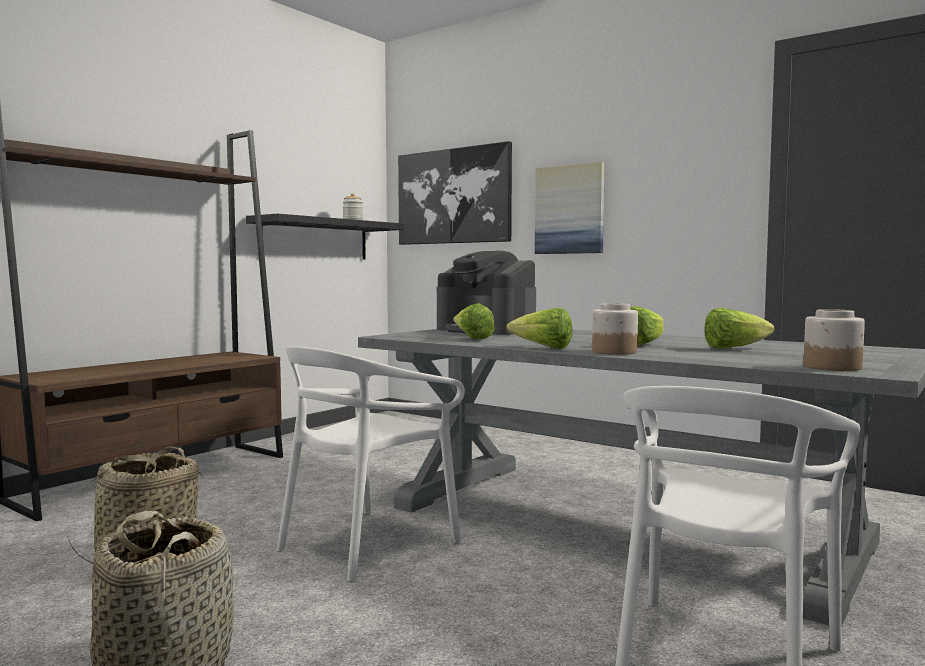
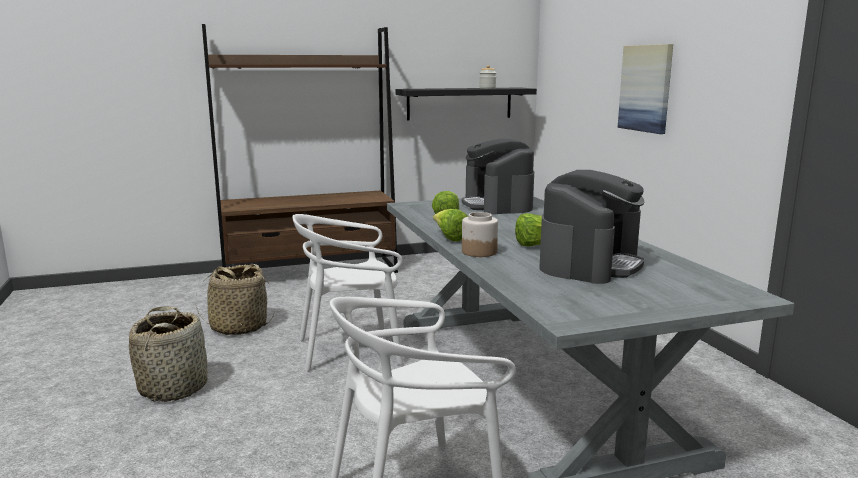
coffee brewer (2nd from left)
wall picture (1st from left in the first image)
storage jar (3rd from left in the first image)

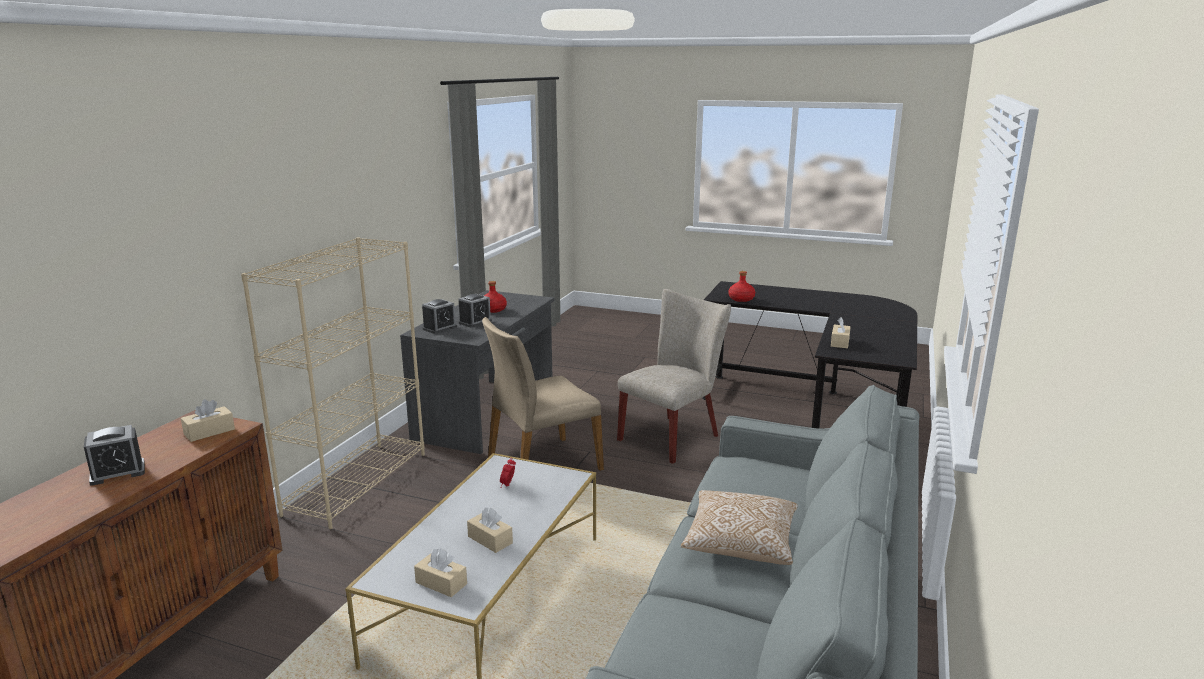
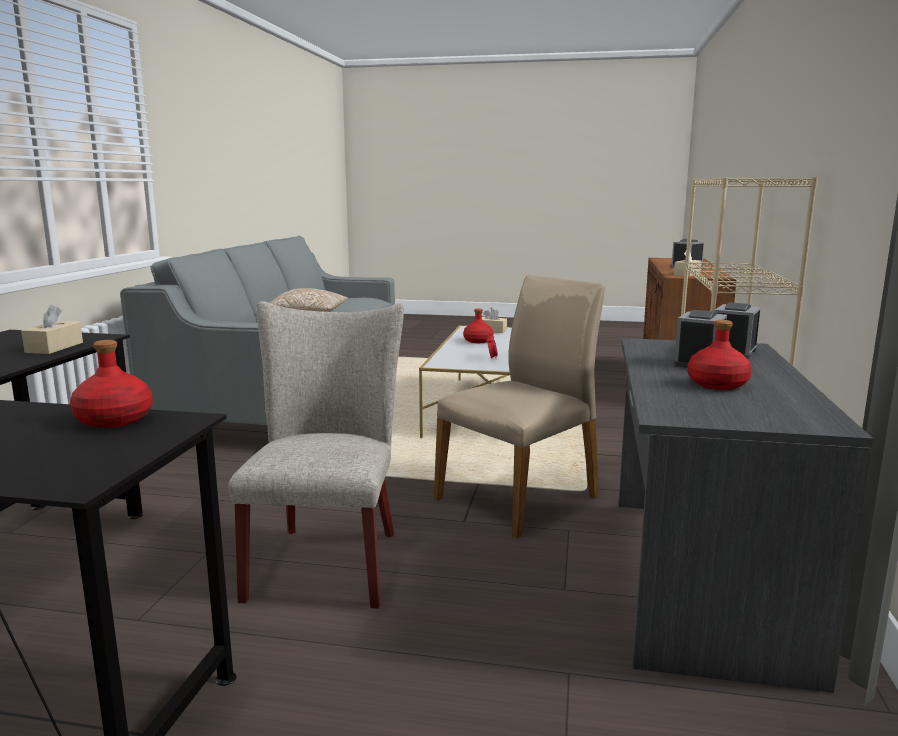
beige-coloured chair (1st from left)
red-coloured beverage bottle (2nd from left)

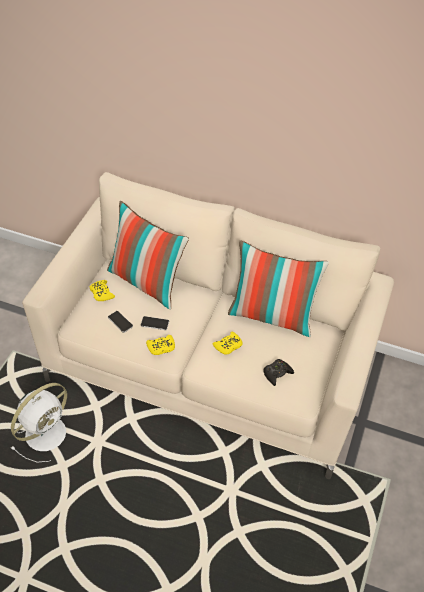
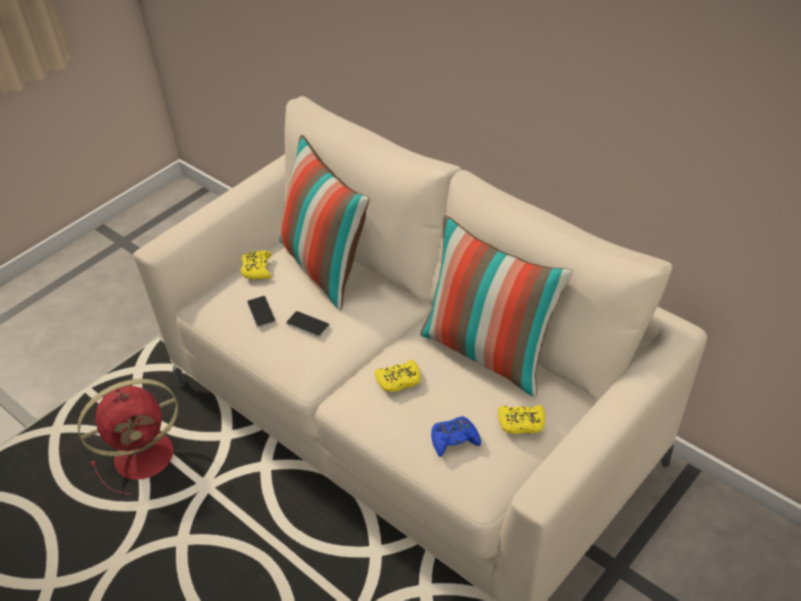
red-coloured cooling fan
blue joypad
yellowish joypad (3rd from left)

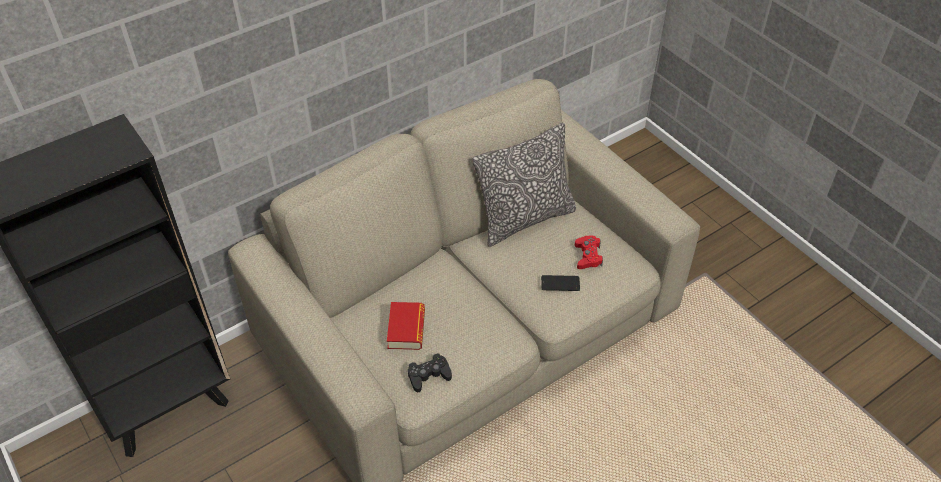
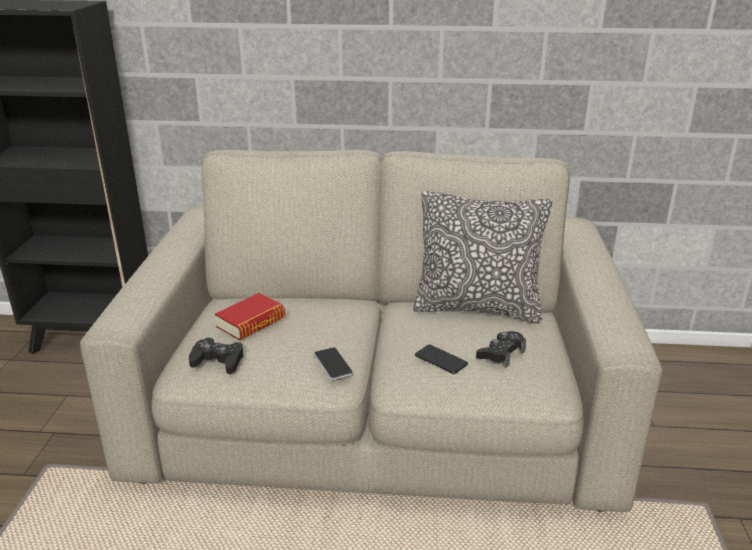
telephone (1st from left)
black-coloured joypad (2nd from left)

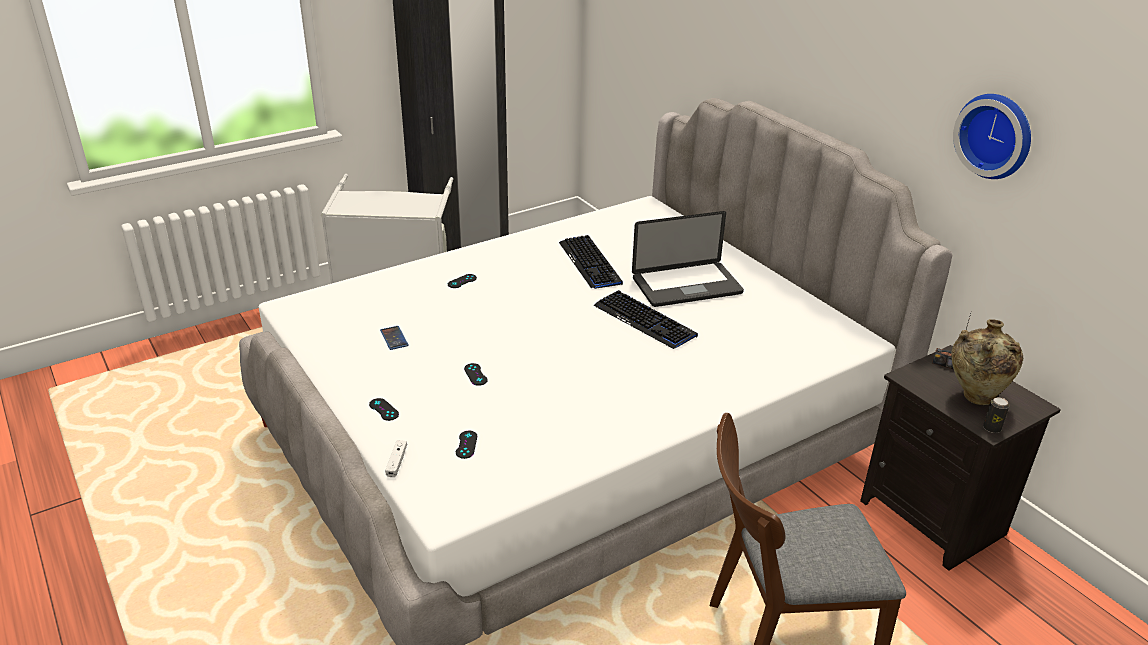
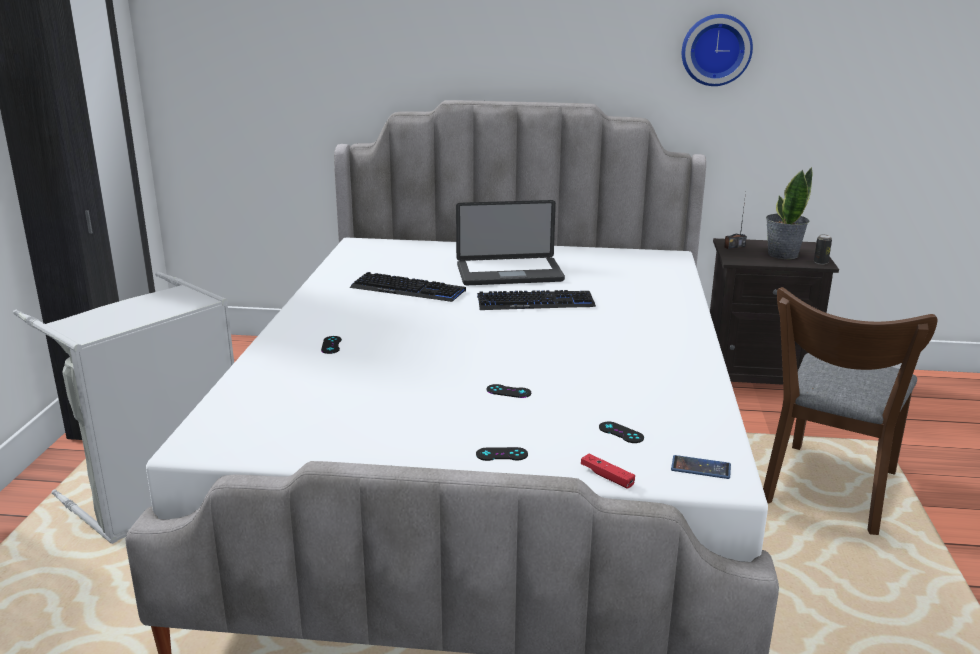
laptop
red-coloured joypad
telephone
plant in a pot

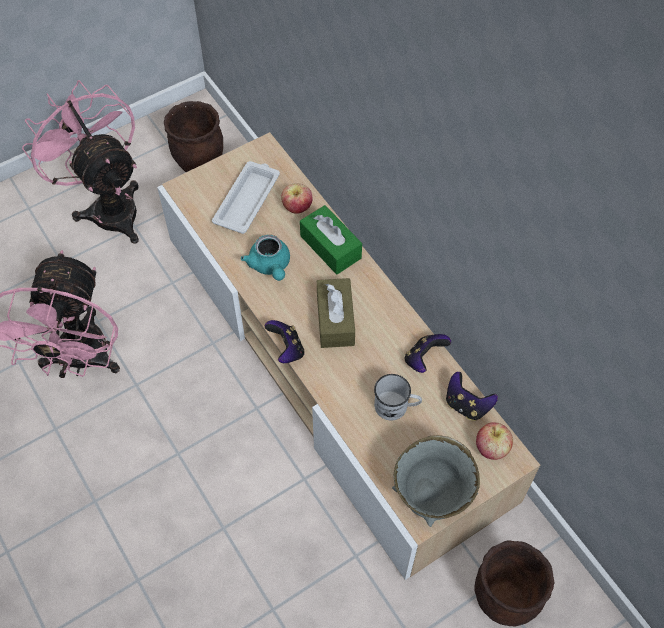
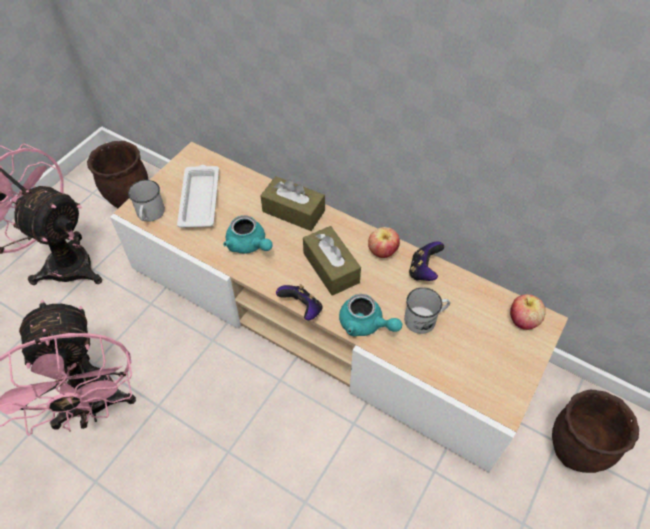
white coffee mug (1st from left)
brown-coloured tissue holder (1st from left)
blue-green teapot (2nd from left)
apple (1st from left)
greyish bowl
joypad (3rd from left in the first image)

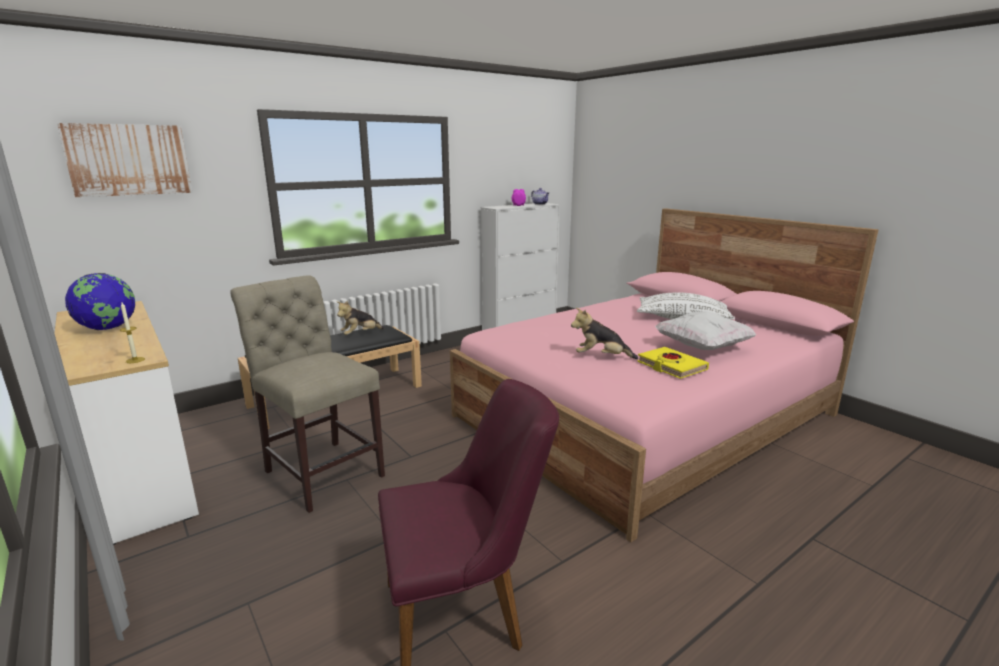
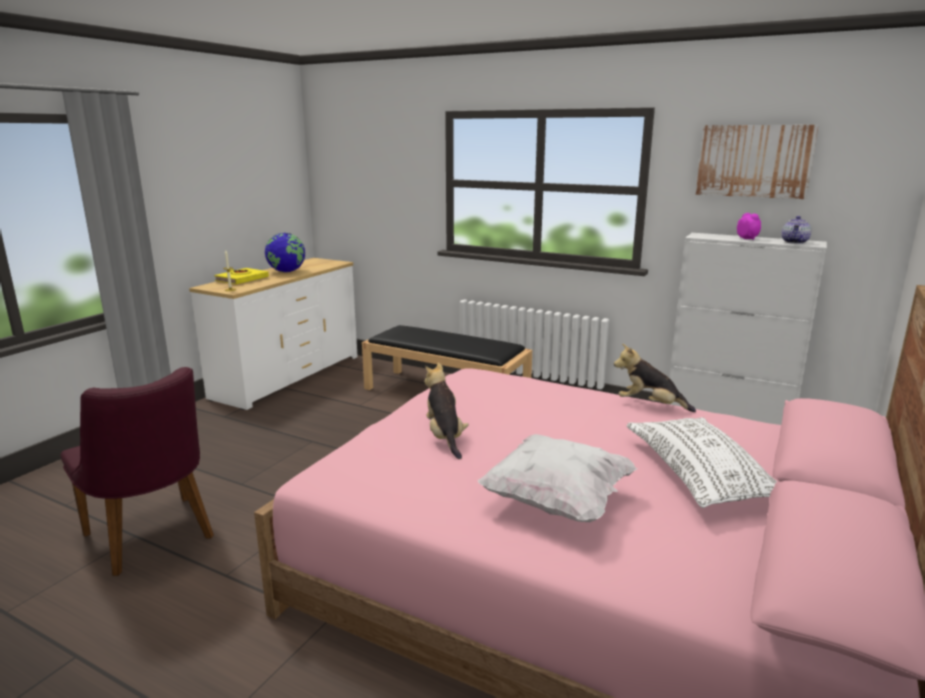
yellowish book
soft toy (2nd from left)
wall picture
beige-coloured chair

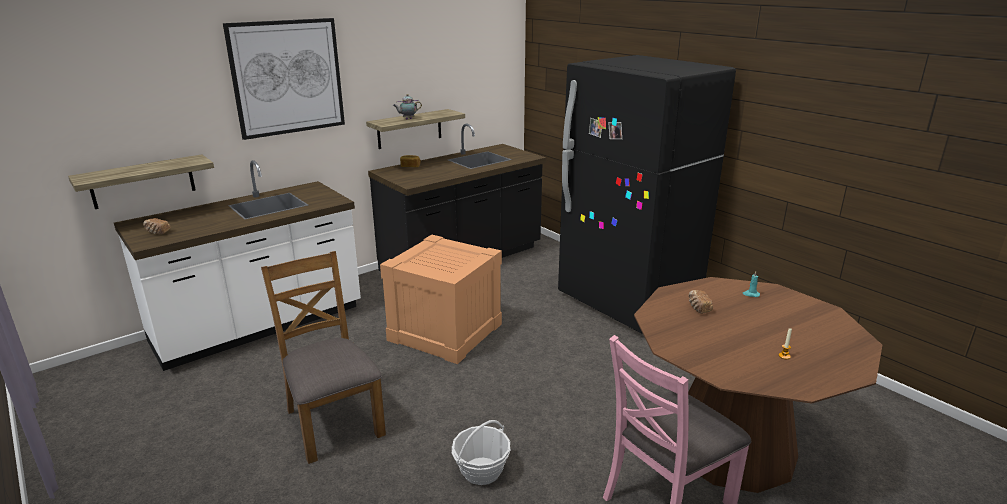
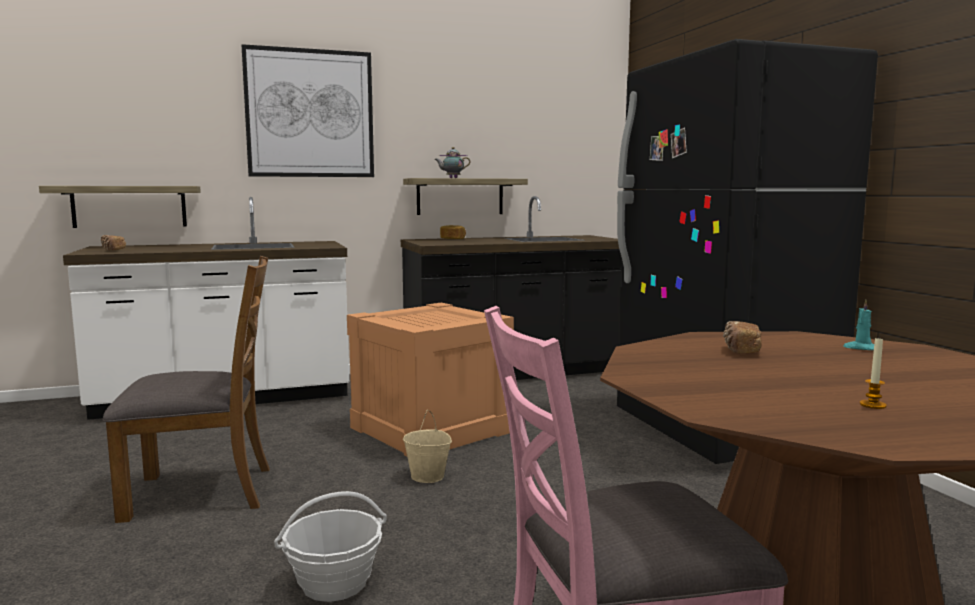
brown-coloured chair
beige-coloured pail

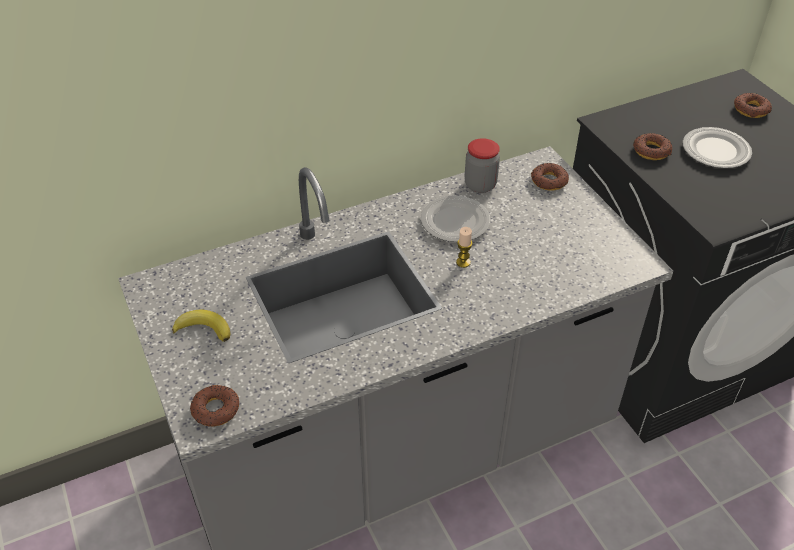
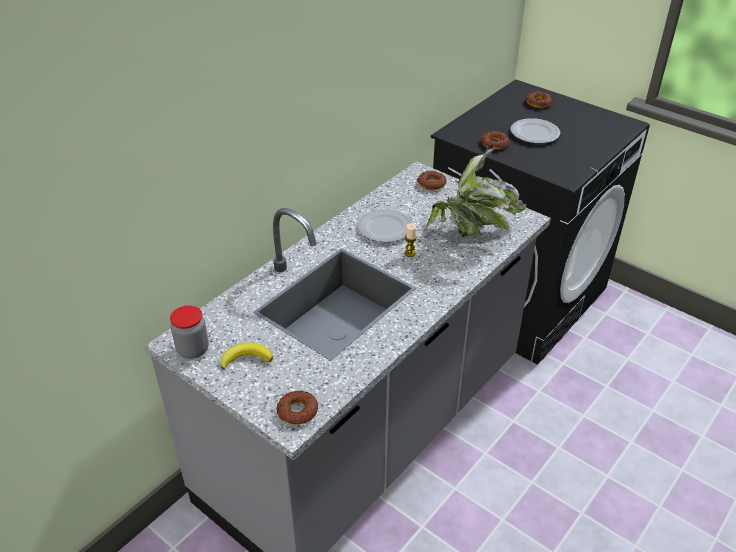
storage jar
plant in a pot

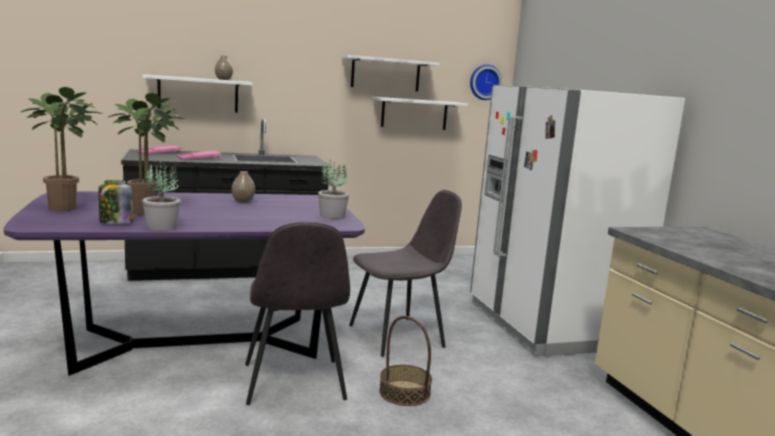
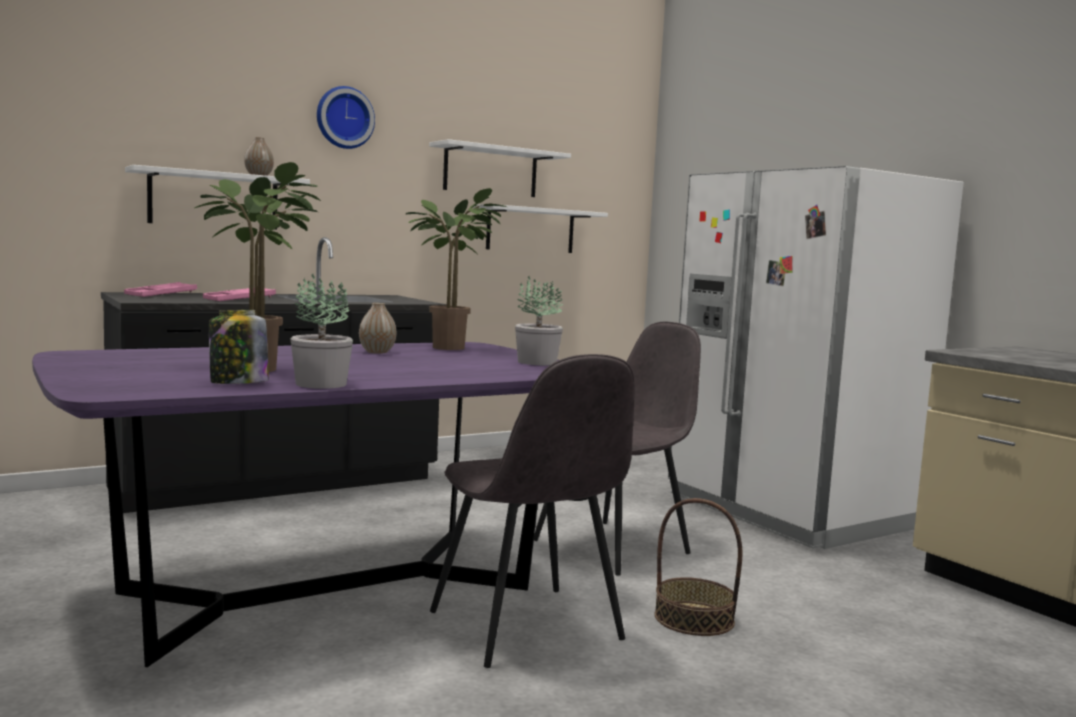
clock on the wall
plant in a pot (3rd from left)

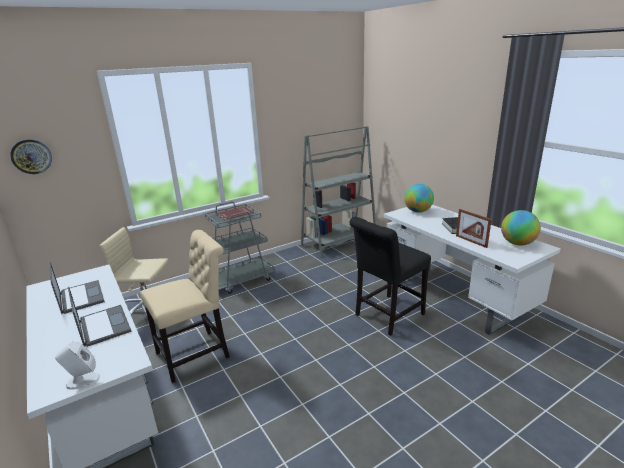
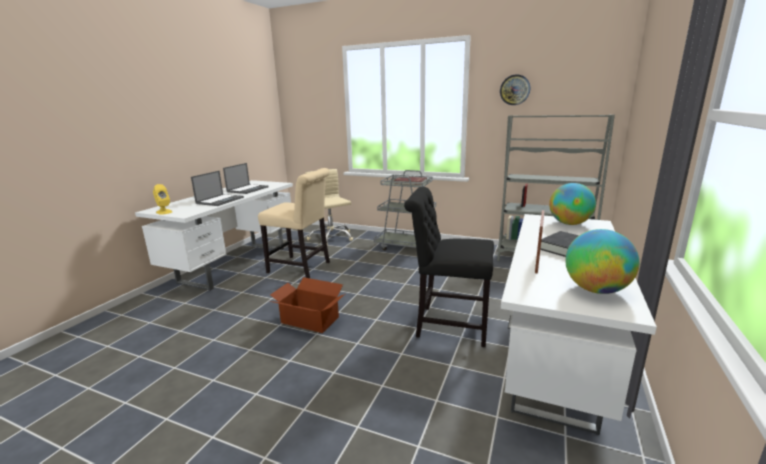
yellowish loudspeaker
cardboard box
clock on the wall

